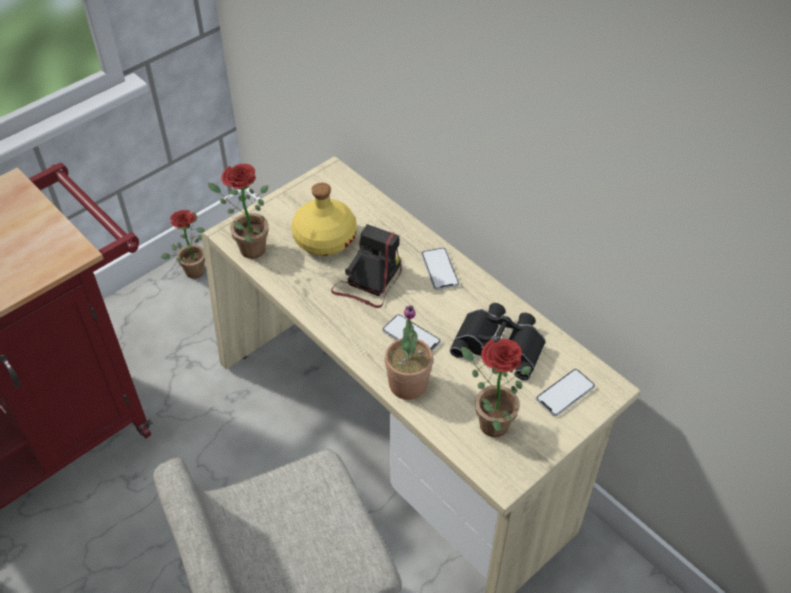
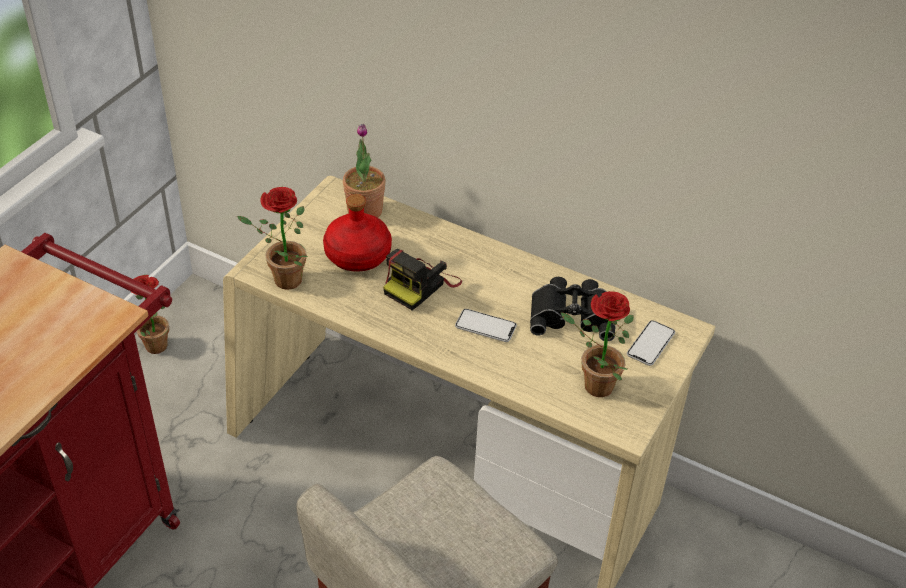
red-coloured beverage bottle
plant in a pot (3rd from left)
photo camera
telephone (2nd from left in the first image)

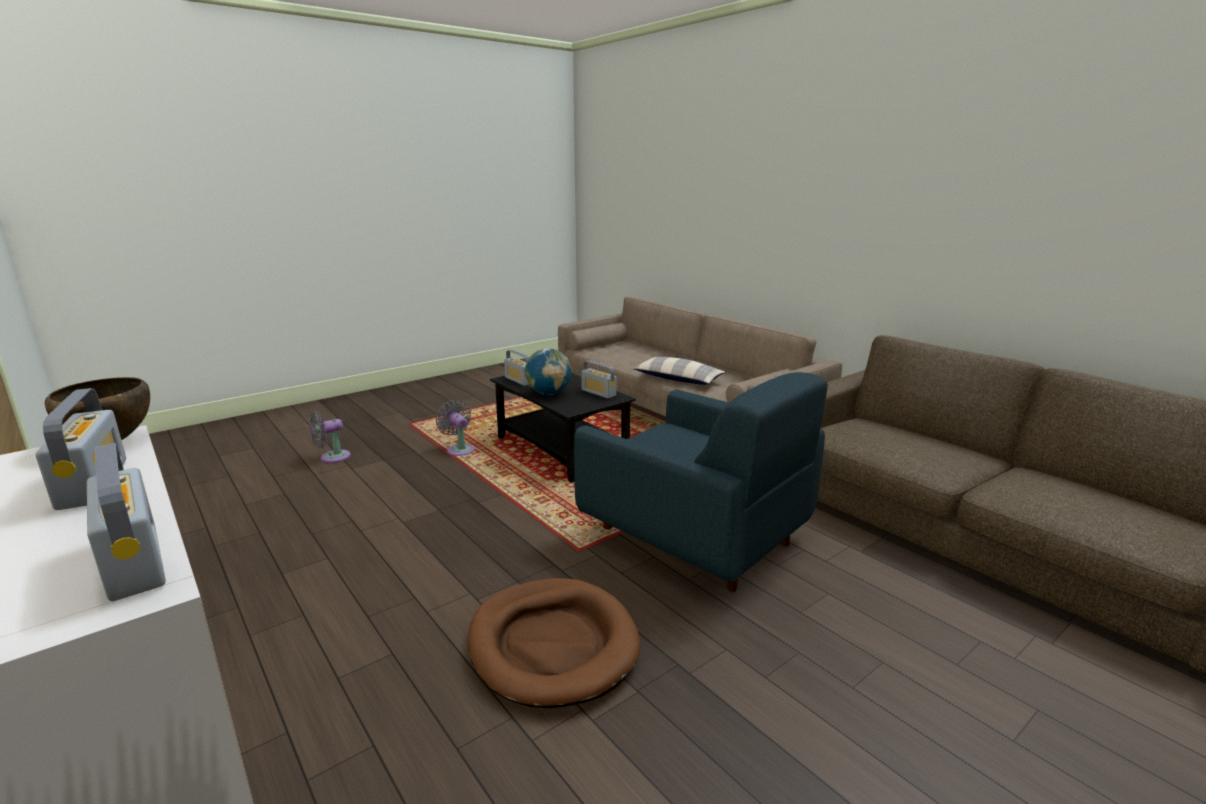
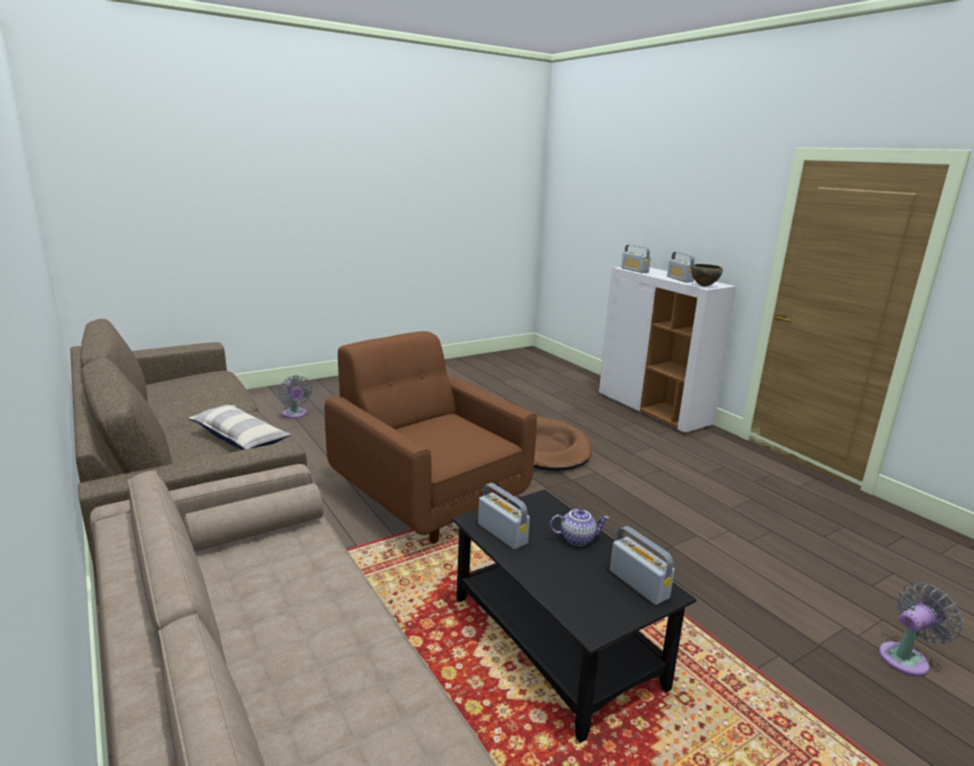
throw pillow
greyish cooling fan (1st from left)
brown-coloured easy chair
teapot

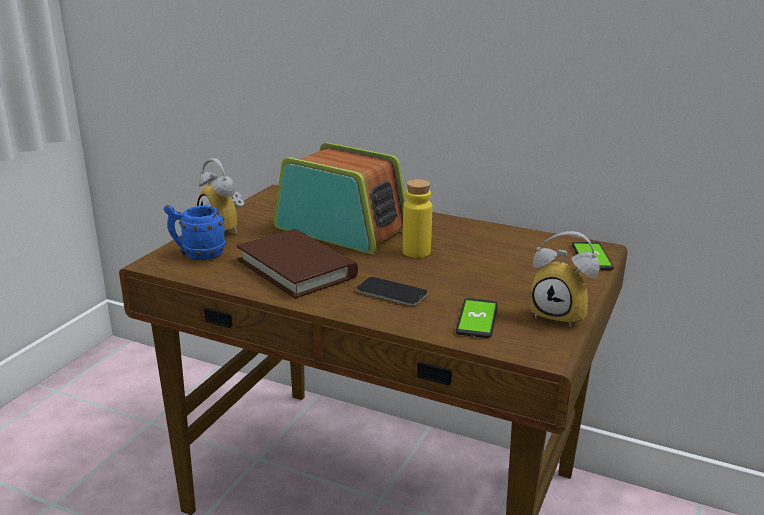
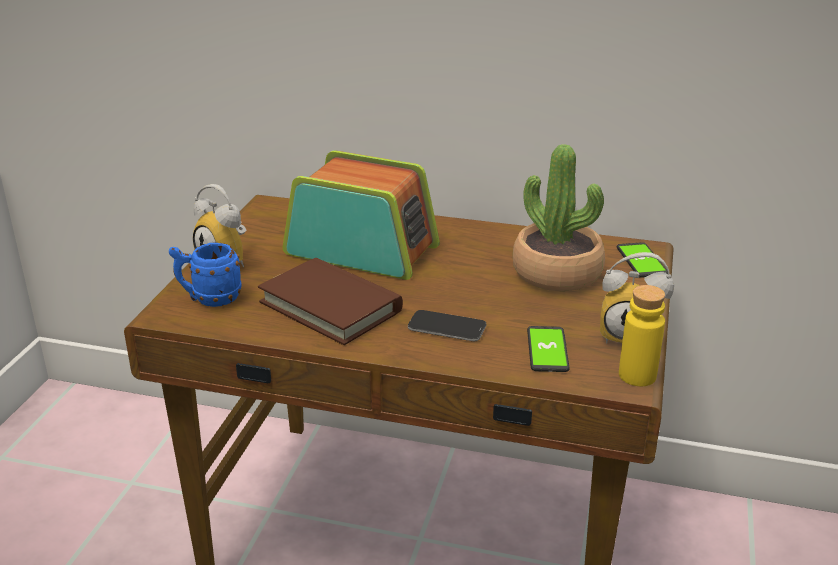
plant in a pot
yellowish beverage bottle

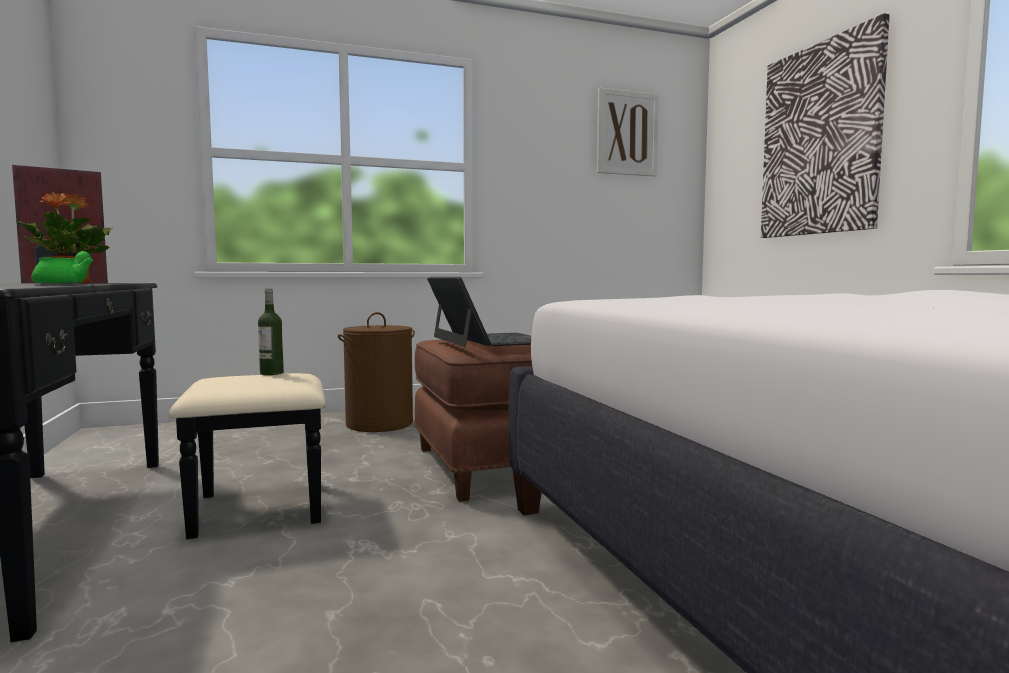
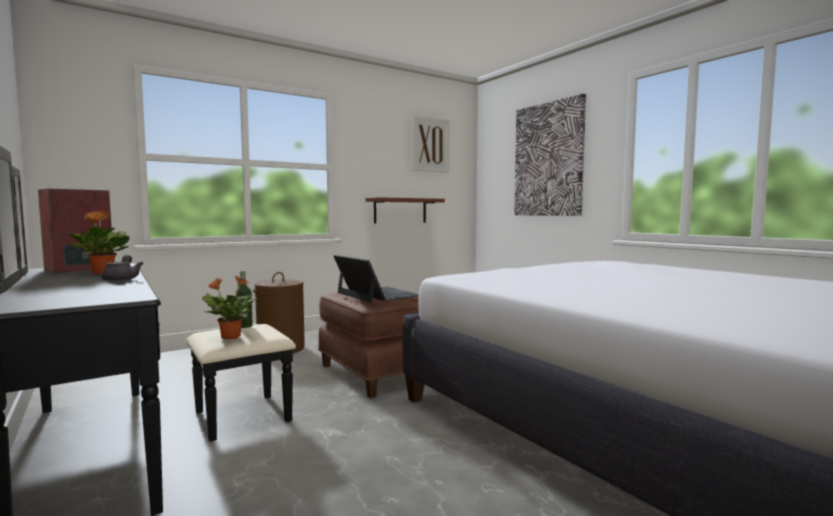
greyish teapot
plant in a pot (2nd from left)
brown-coloured bracket shelf

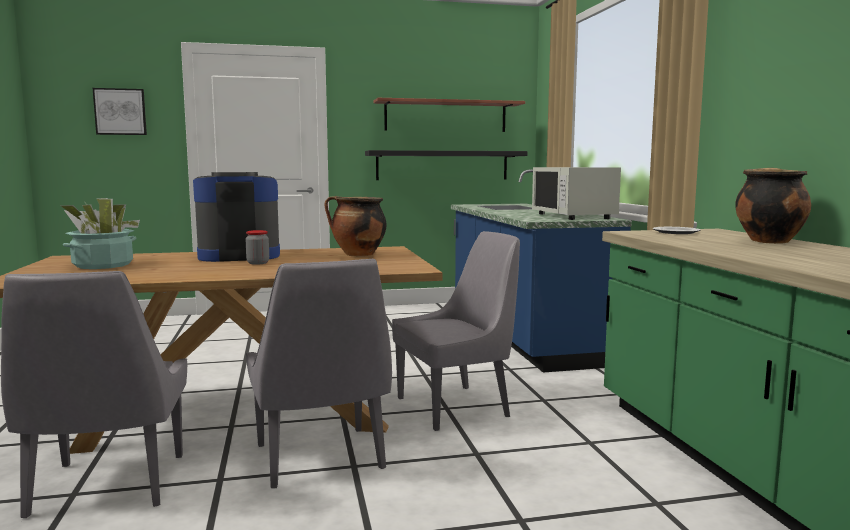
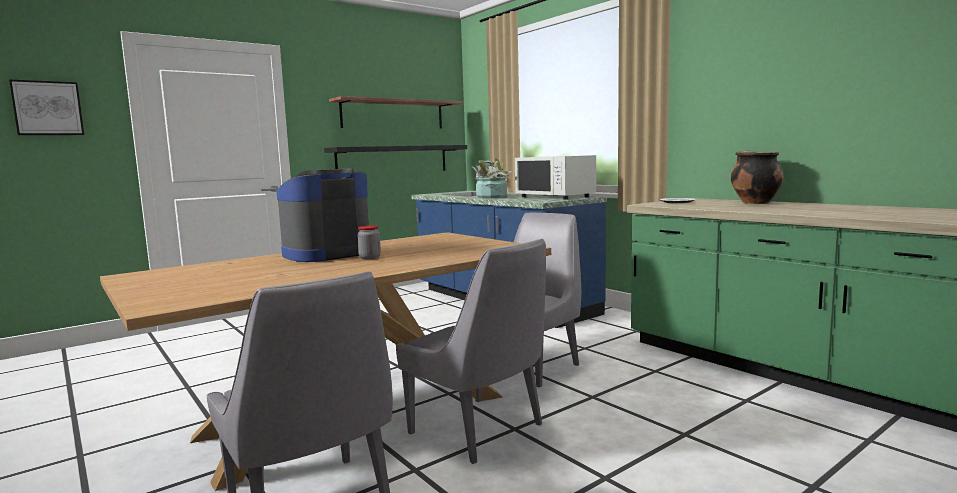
plant in a pot
saucepot (1st from left in the first image)

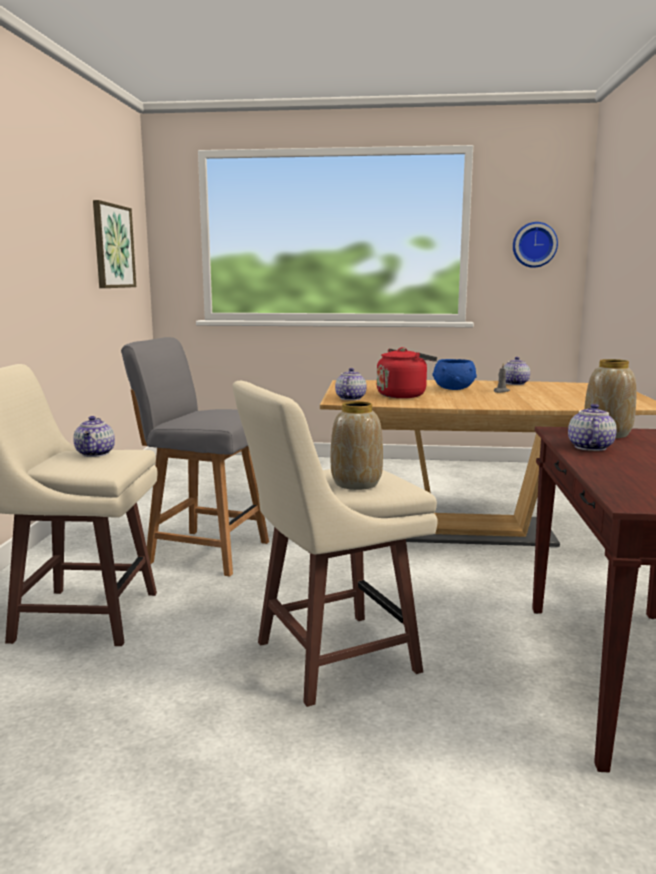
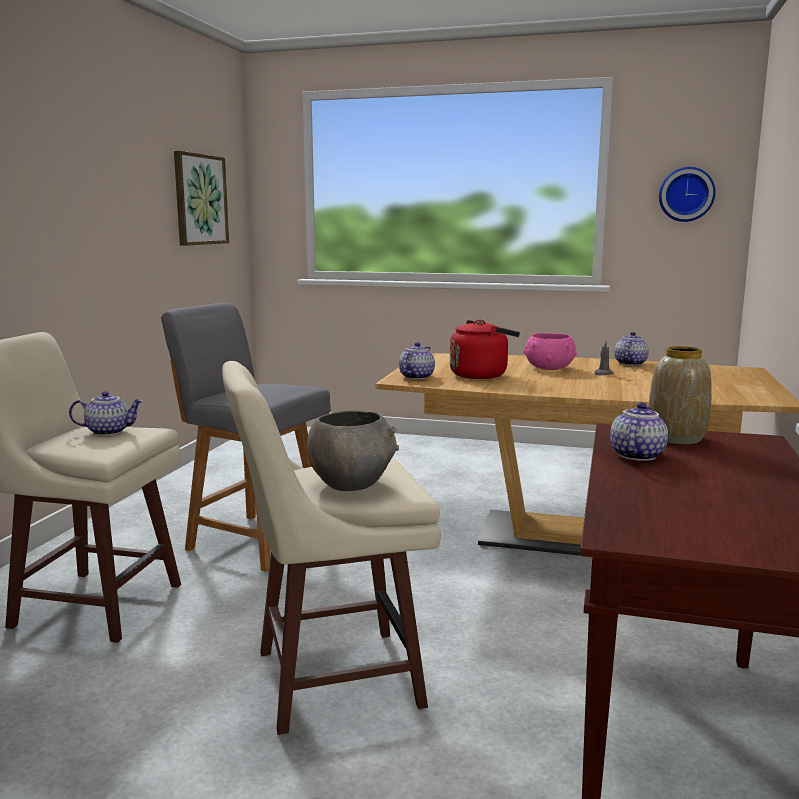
teapot (1st from left)
greyish bowl
pink-coloured bowl

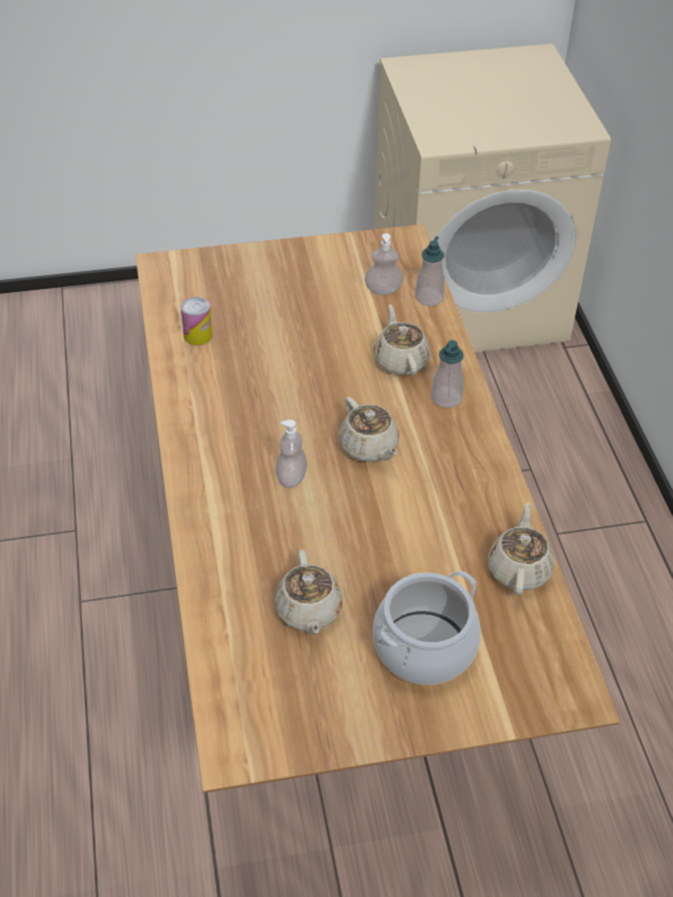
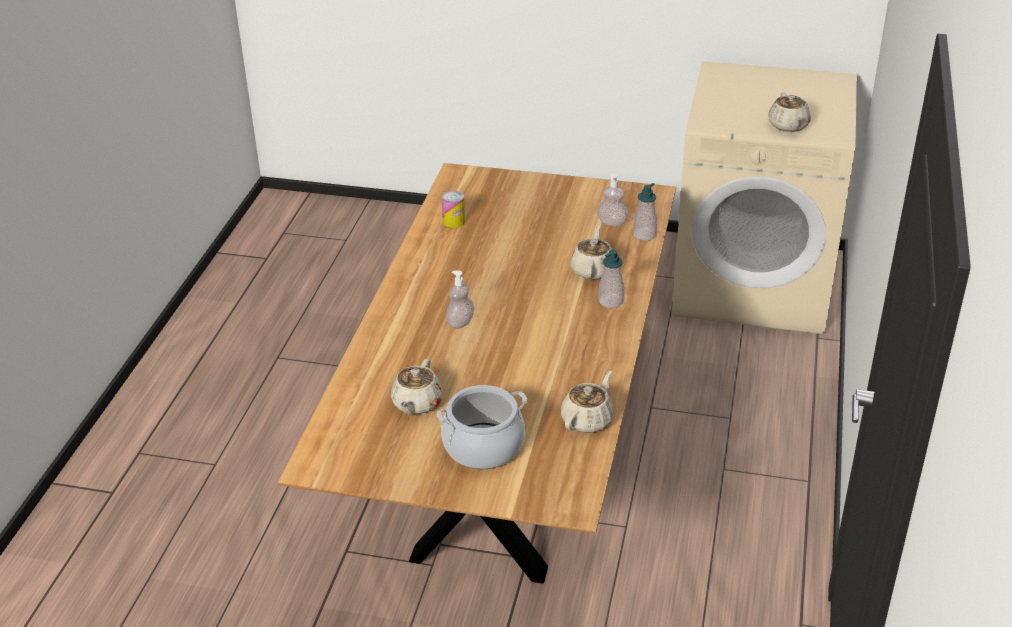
beige-coloured teapot (4th from left)

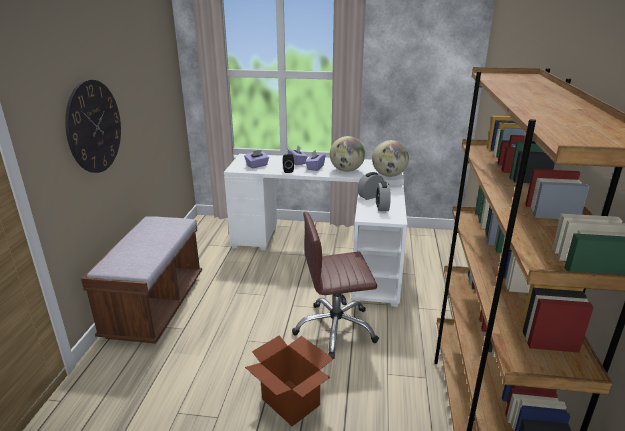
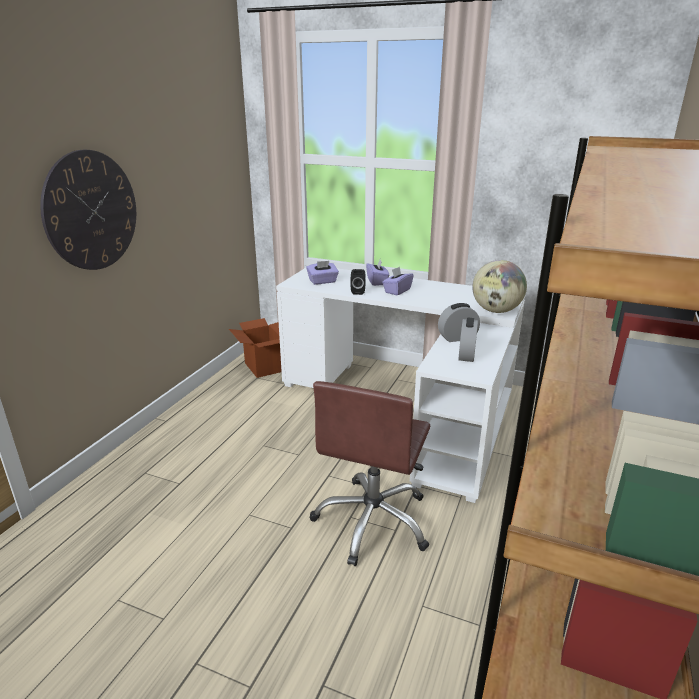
cardboard box
brown-coloured desk chair
brown-coloured indoor bench
globe (1st from left in the first image)

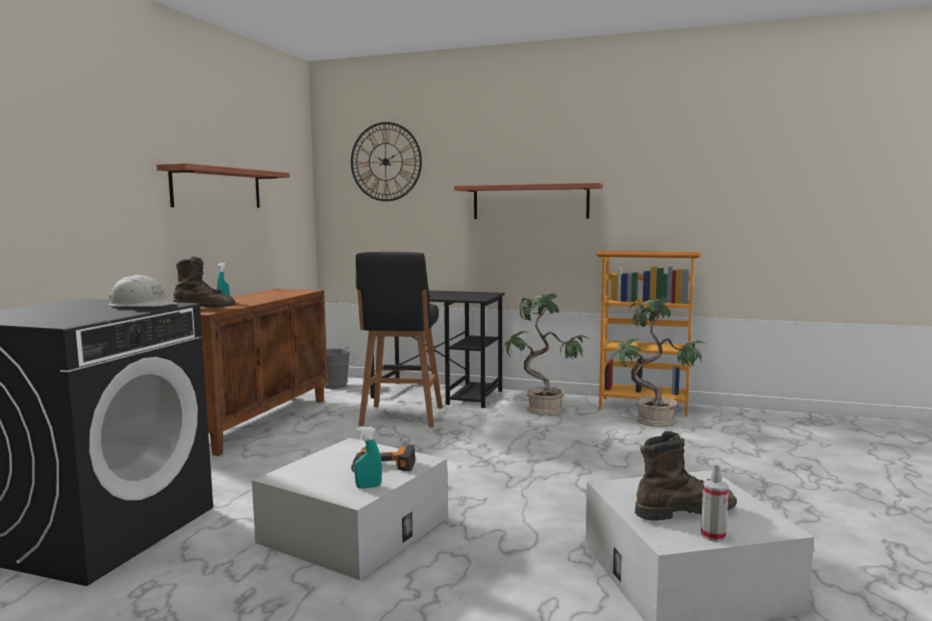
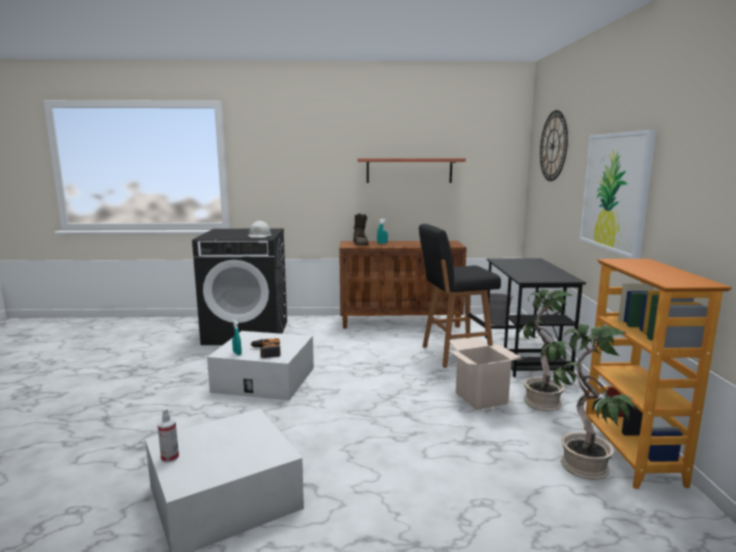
cardboard box
wall picture
brown-coloured high-top boot (2nd from left in the first image)

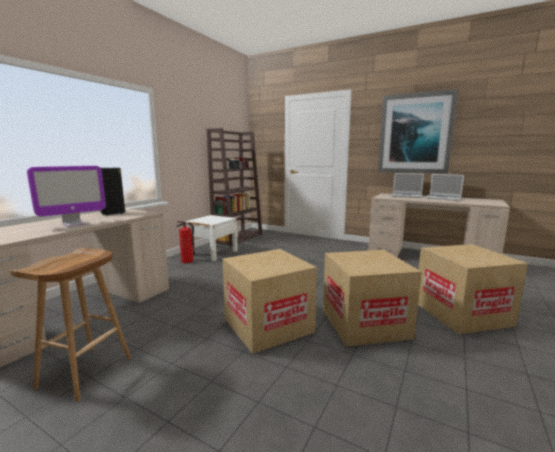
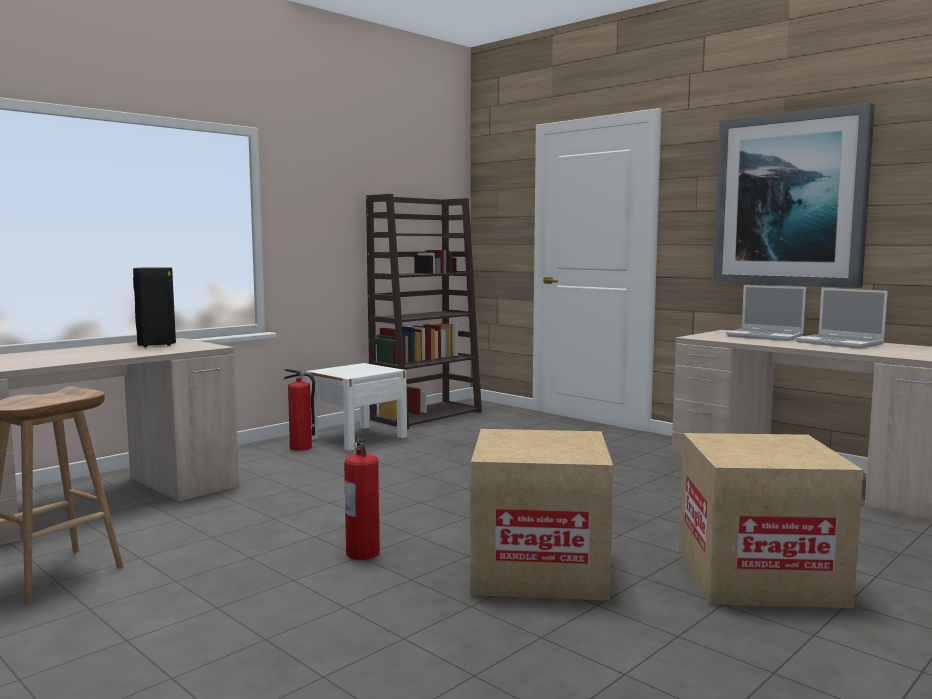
extinguisher (2nd from left)
monitor

